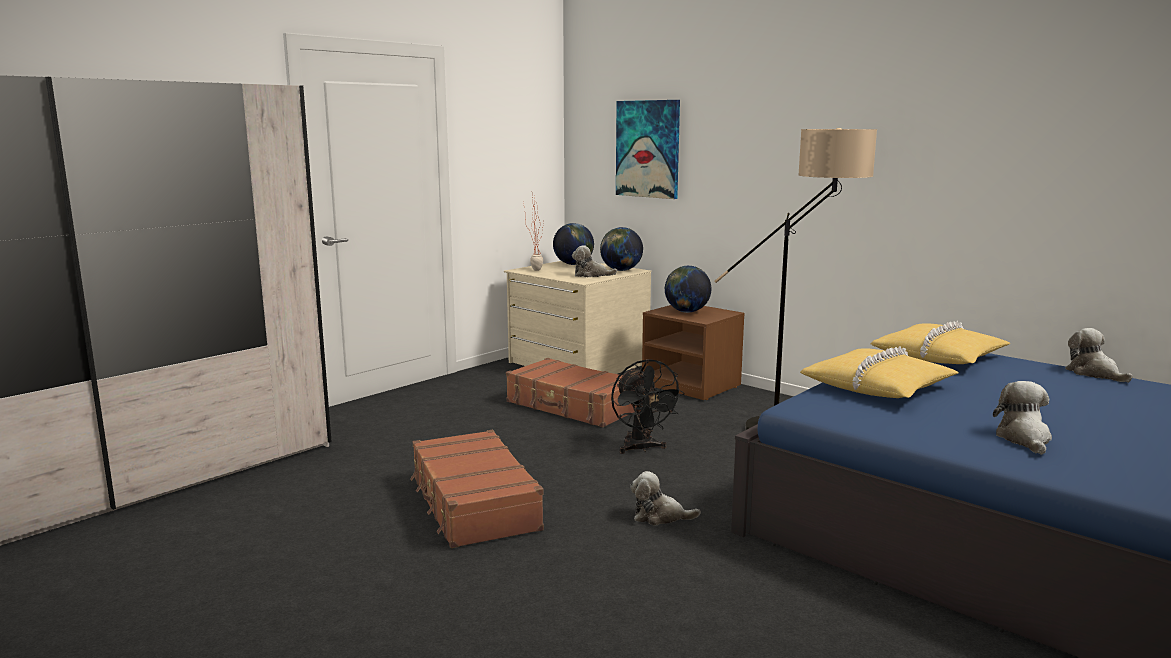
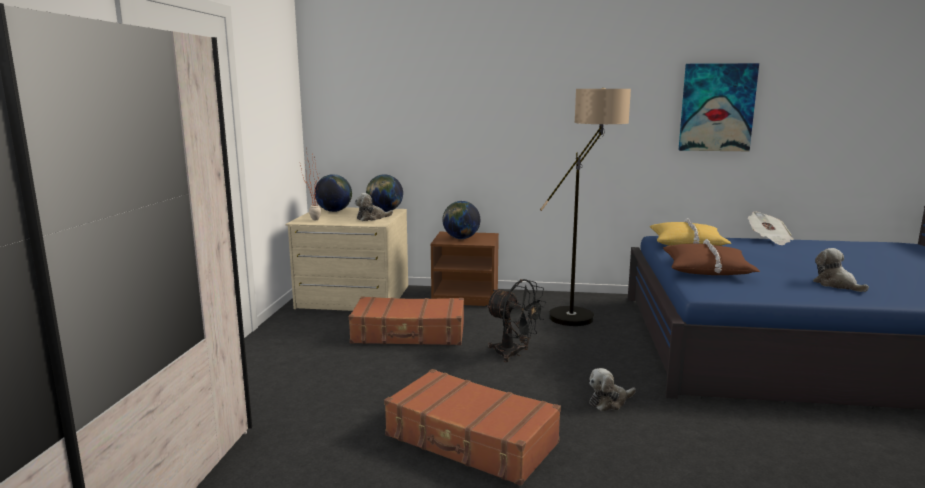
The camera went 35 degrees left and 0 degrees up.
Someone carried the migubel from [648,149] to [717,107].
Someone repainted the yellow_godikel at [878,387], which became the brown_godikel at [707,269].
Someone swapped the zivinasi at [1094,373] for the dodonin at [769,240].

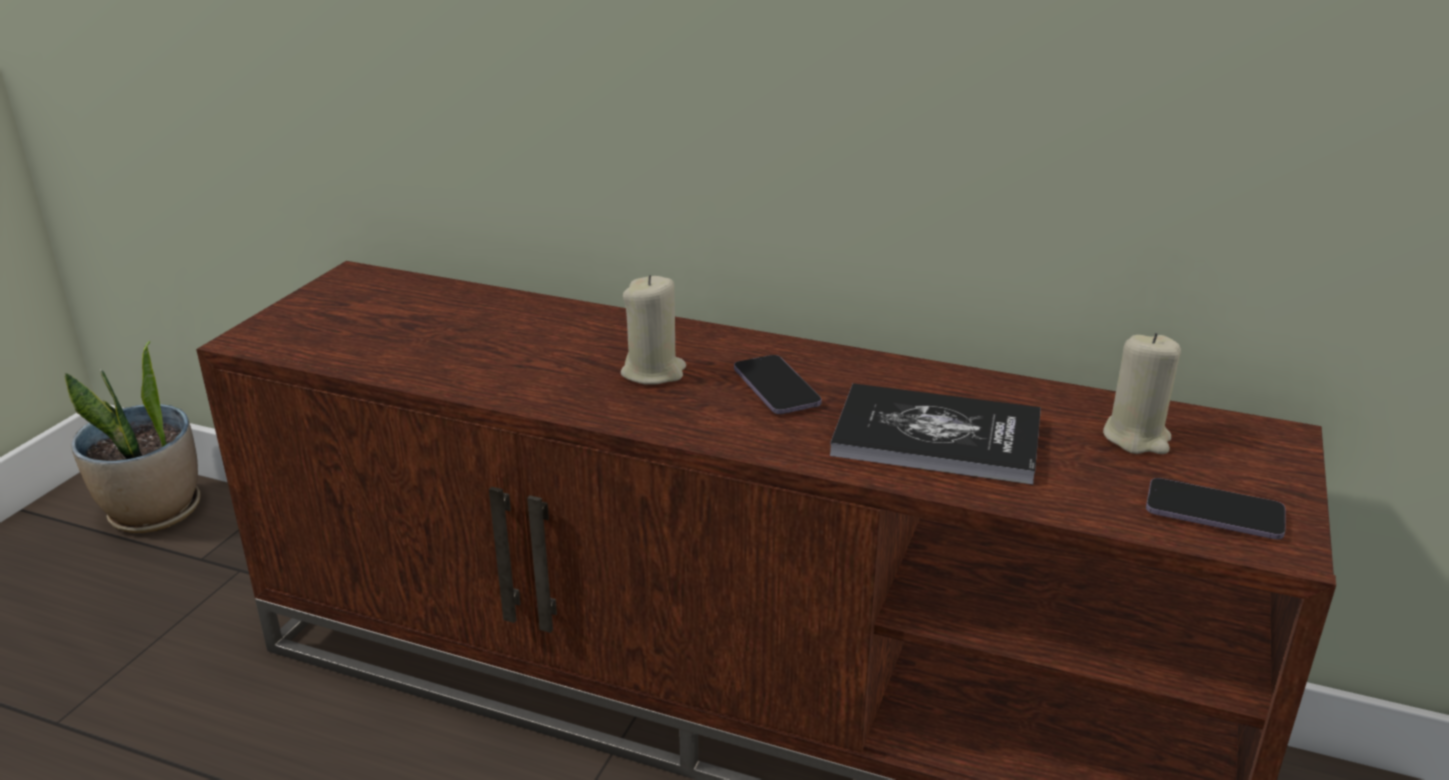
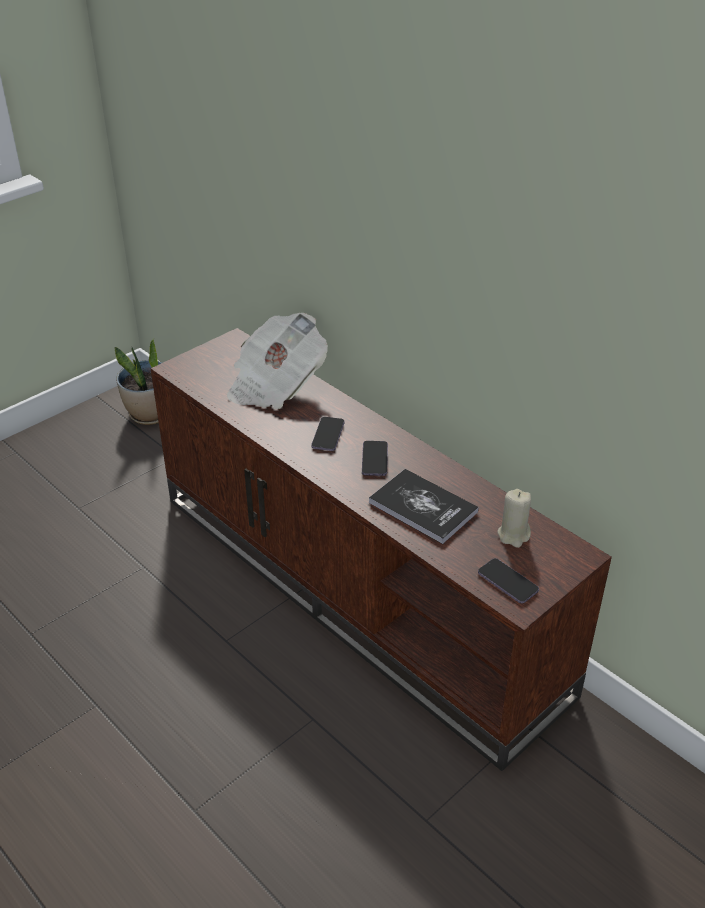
The camera went 25 degrees right and 10 degrees up.
Someone swapped the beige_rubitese at [653,372] for the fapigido at [328,435].
Someone put down the dodonin at [275,385].

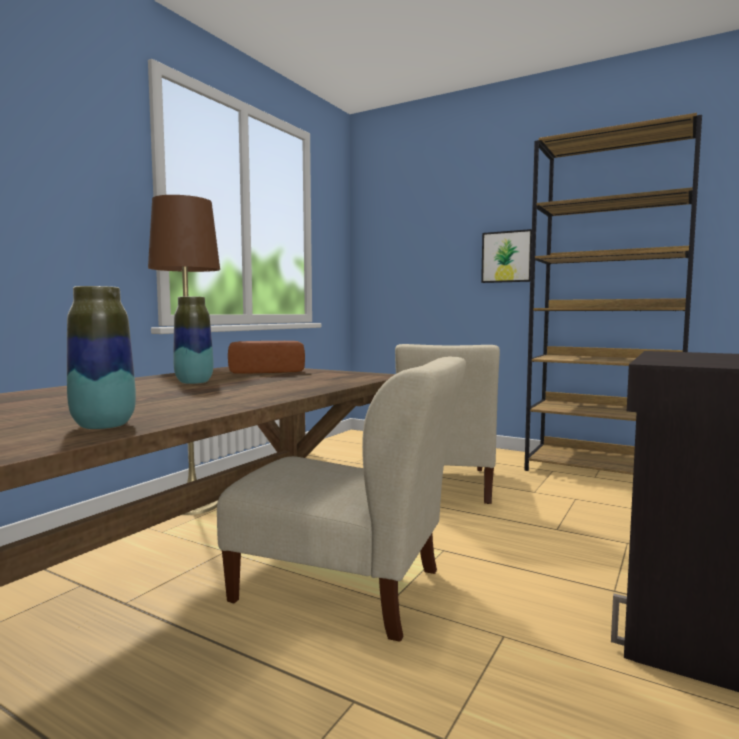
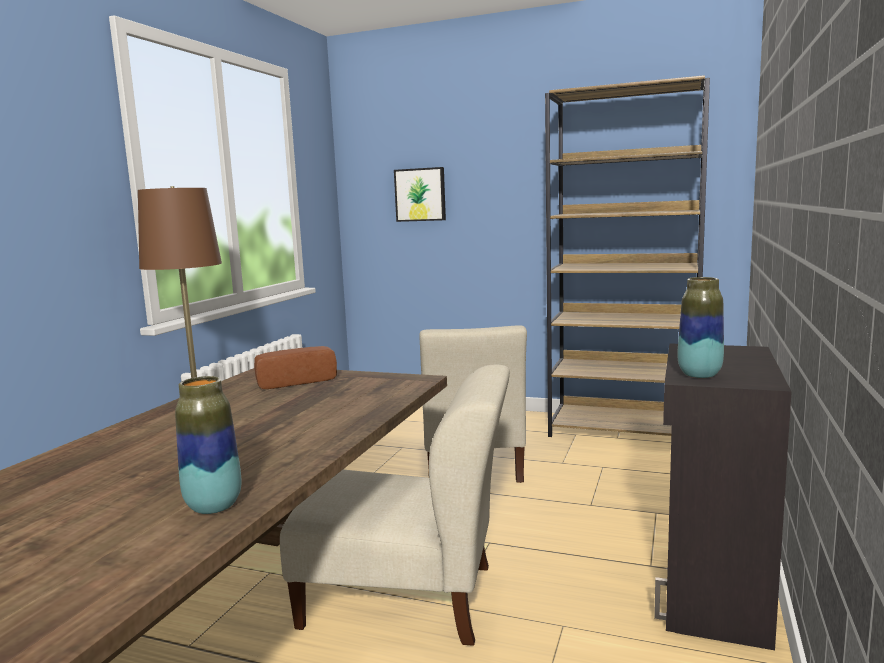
The camera went 10 degrees left and 5 degrees up.
Someone carried the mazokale from [194,382] to [699,375].
Someone carried the migubel from [507,257] to [420,194].

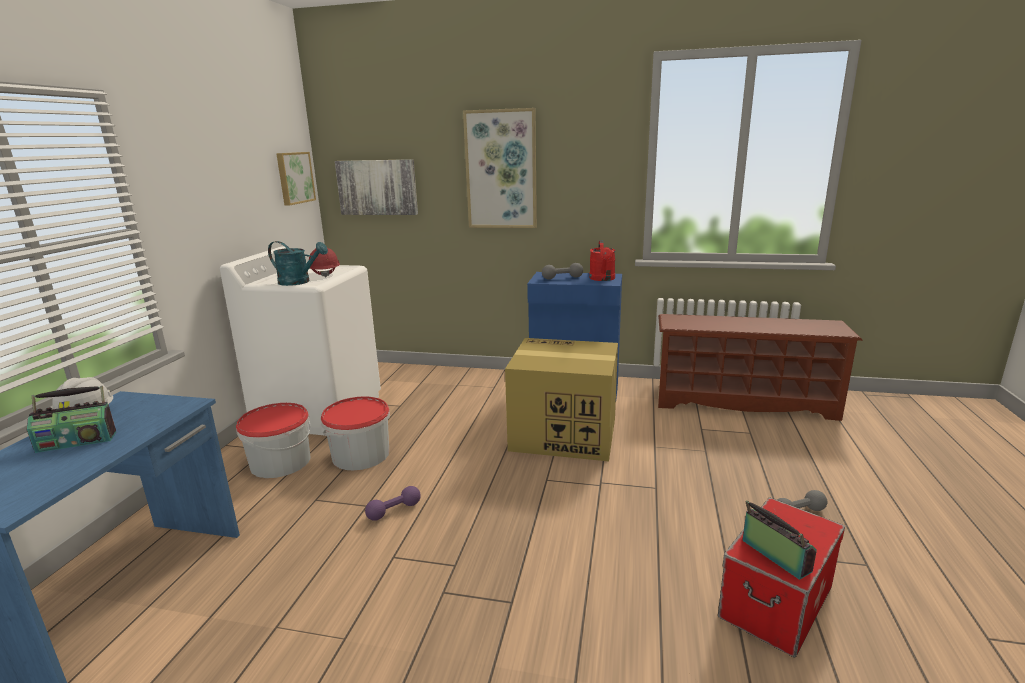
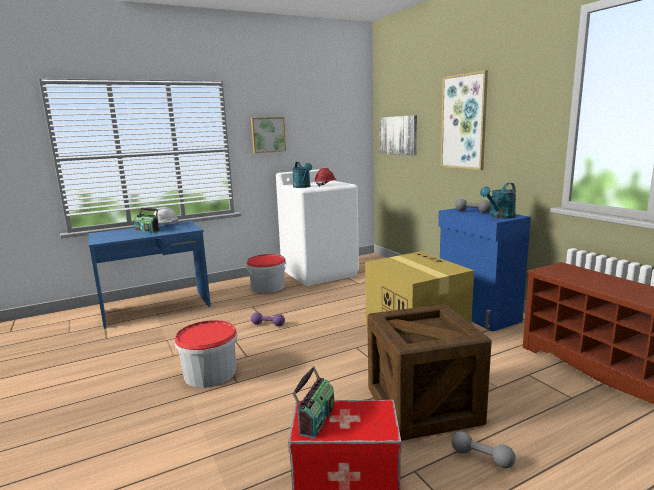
The camera went 50 degrees right and 5 degrees down.
Someone carried the migubel from [294,178] to [268,135].
Someone carried the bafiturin from [361,455] to [210,373].
Someone repainted the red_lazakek at [602,279], which became the turquoise_lazakek at [499,217].
Someone put down the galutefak at [423,406].

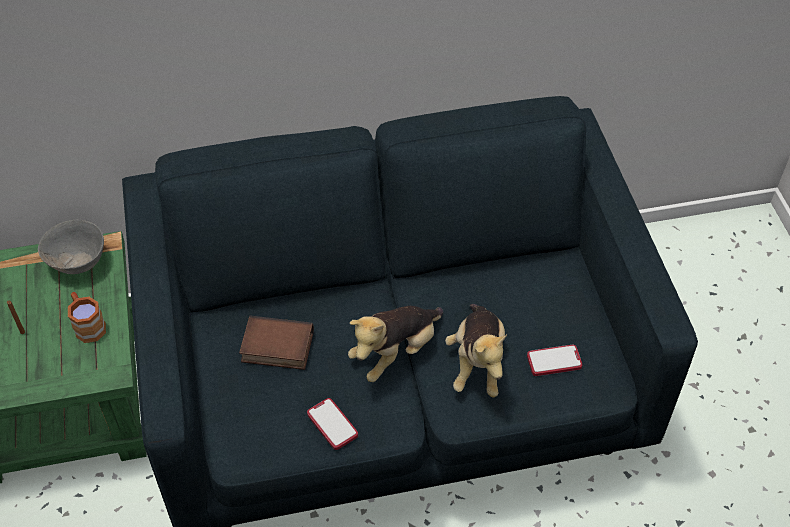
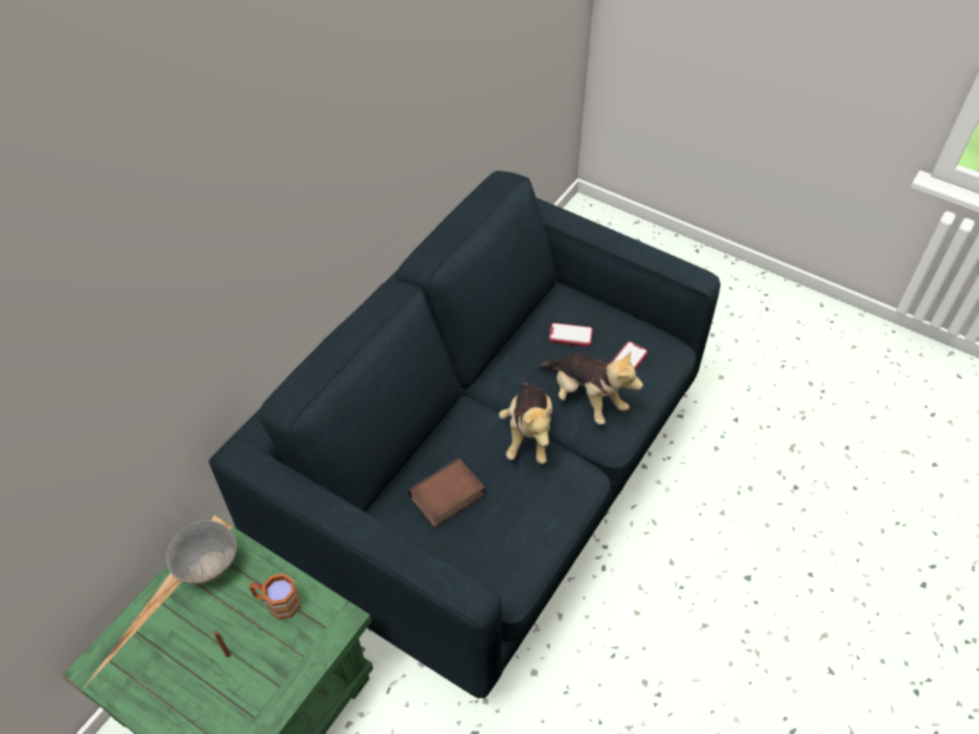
The camera went 45 degrees left and 0 degrees up.
Someone carried the fapigido from [332,424] to [570,335].

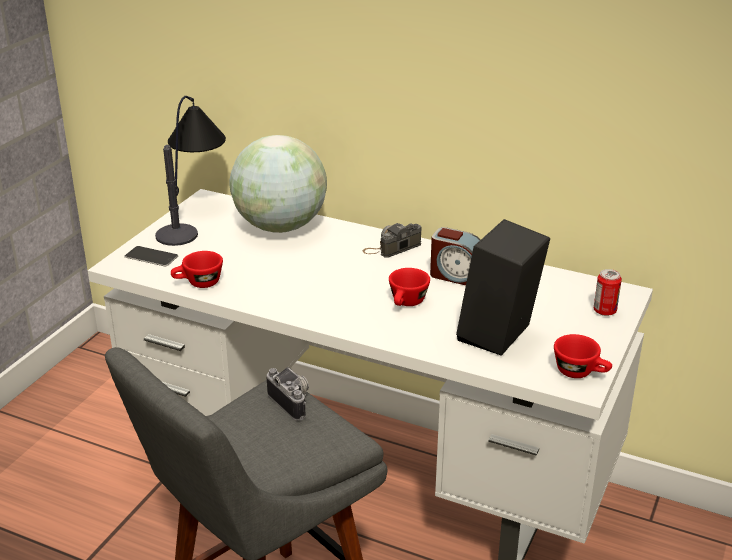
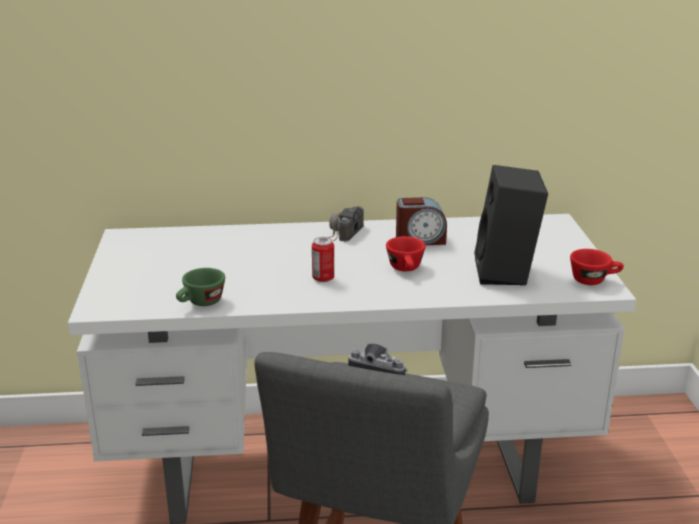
The camera went 30 degrees left and 5 degrees down.
Someone took away the fapigido at [151,256].
Someone took away the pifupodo at [193,216].
Someone repainted the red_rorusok at [198,283], which became the green_rorusok at [201,303].
Someone took away the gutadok at [280,226].
Someone carried the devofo from [604,311] to [323,278].

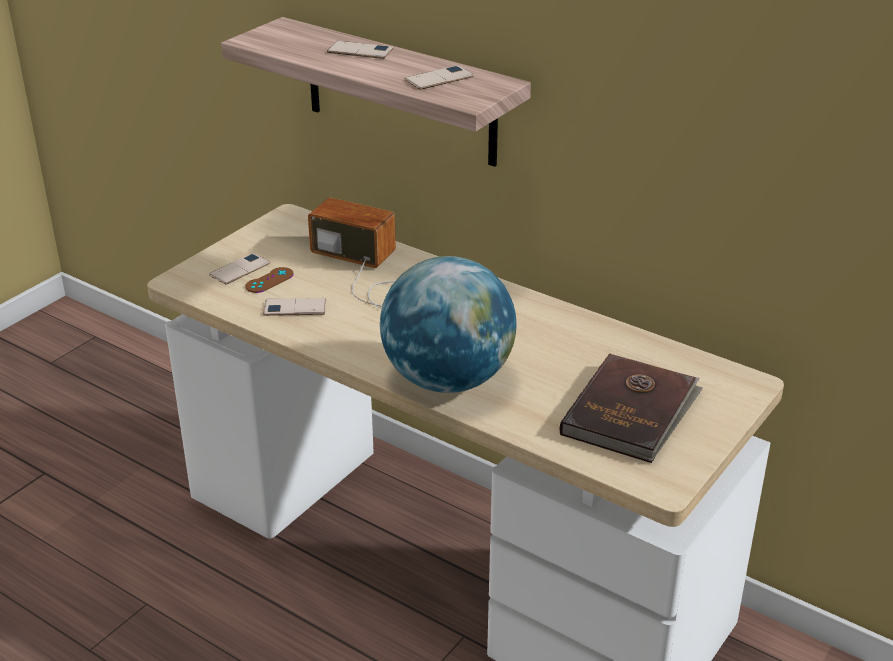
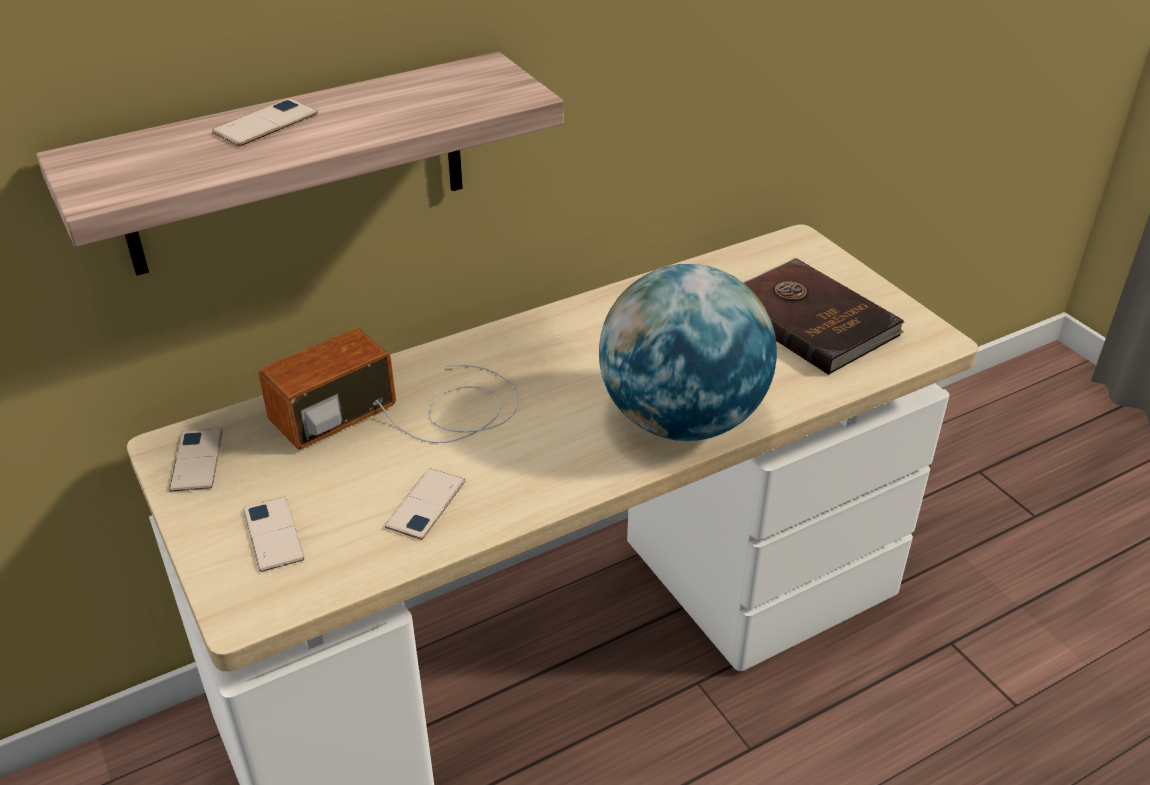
The camera went 65 degrees left and 5 degrees up.
Someone took away the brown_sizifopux at [269,280].
Someone carried the fapigido from [439,78] to [197,460].

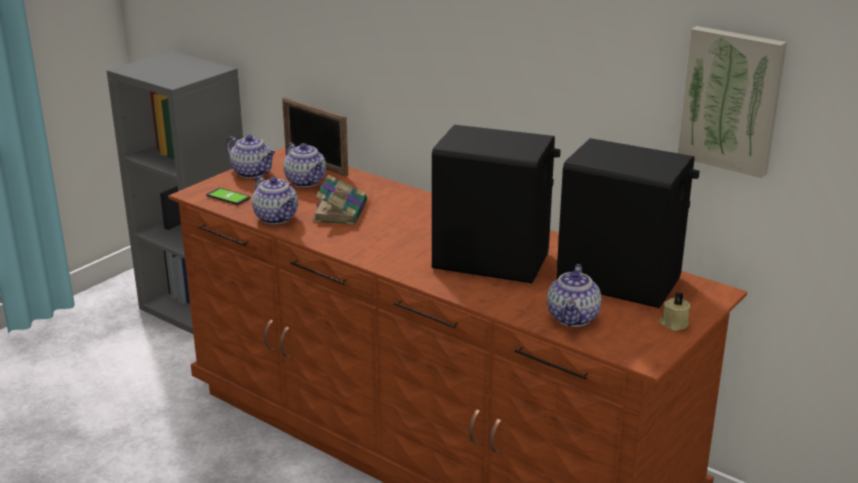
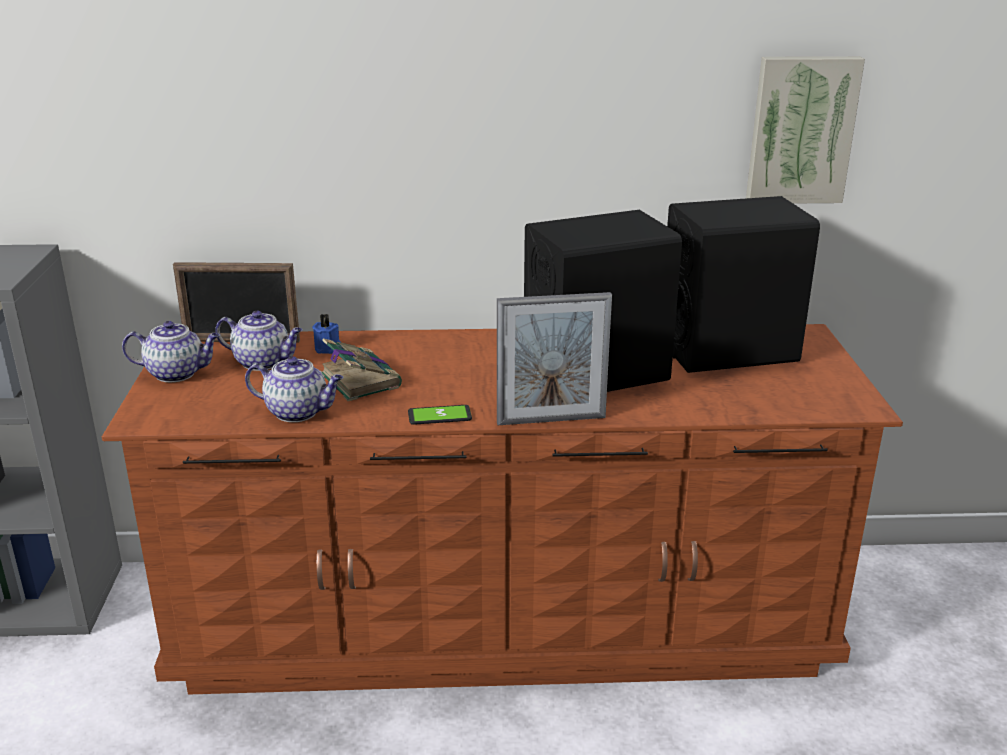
The camera went 40 degrees left and 0 degrees up.
Someone carried the fapigido from [228,197] to [439,416].
Someone took away the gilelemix at [574,318].
Someone took away the beige_rubitese at [673,324].
Someone put down the blue_rubitese at [328,348].
Someone put down the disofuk at [551,420].

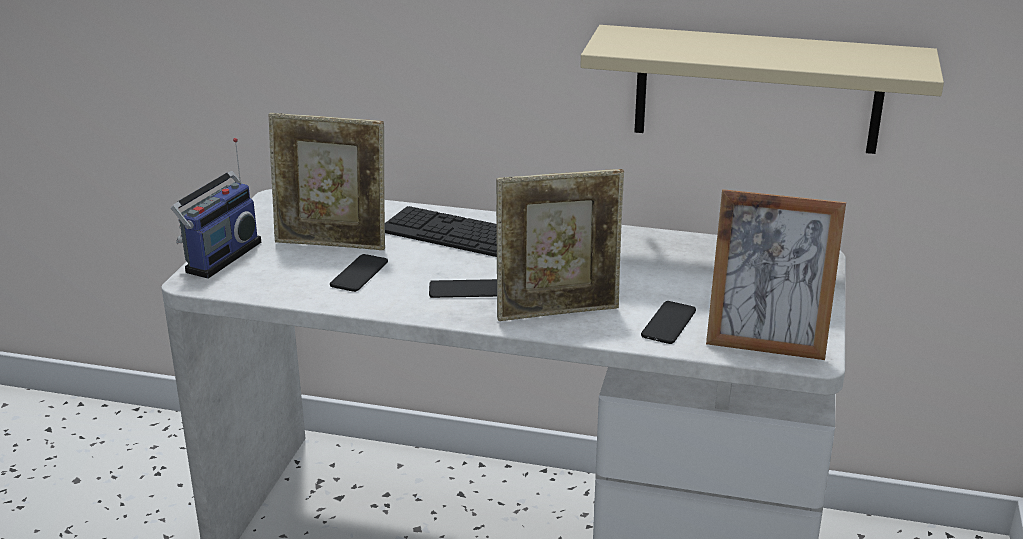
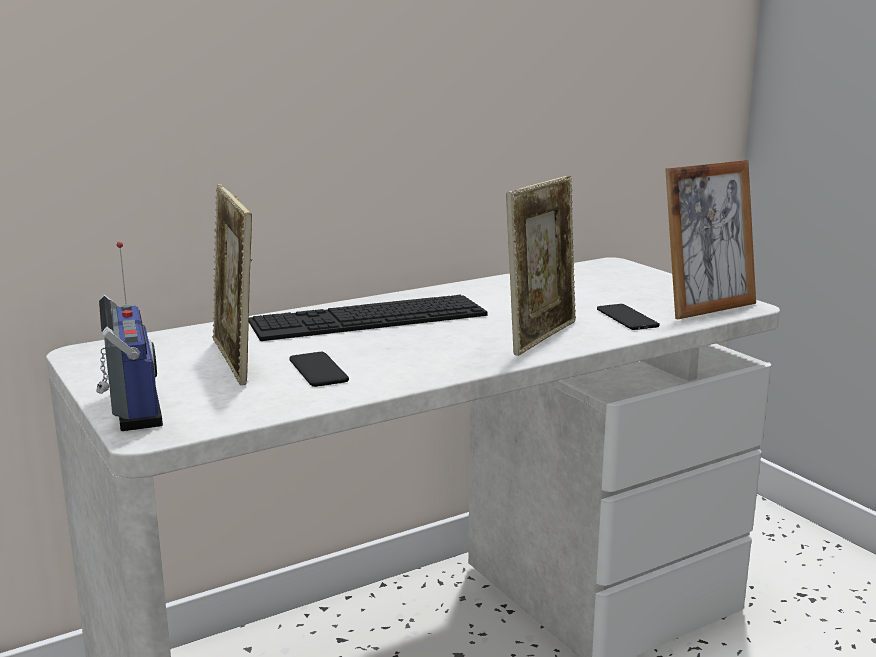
The camera went 45 degrees left and 10 degrees down.
Someone rotated the disofuk at [332,243] by 105 degrees clockwise.
Someone took away the fapigido at [465,290].
Someone took away the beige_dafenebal at [757,89].

